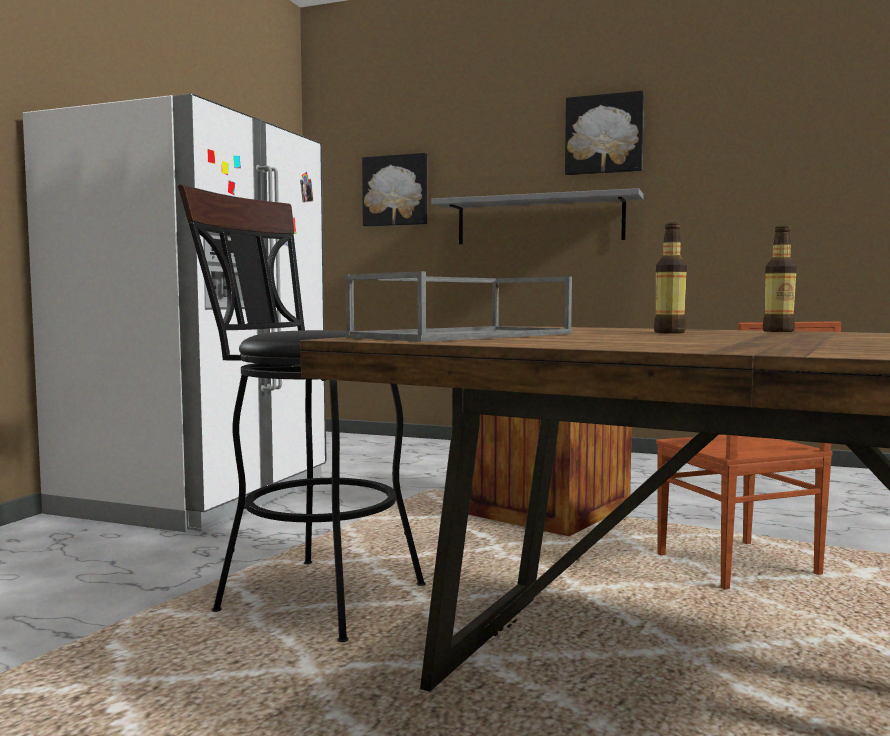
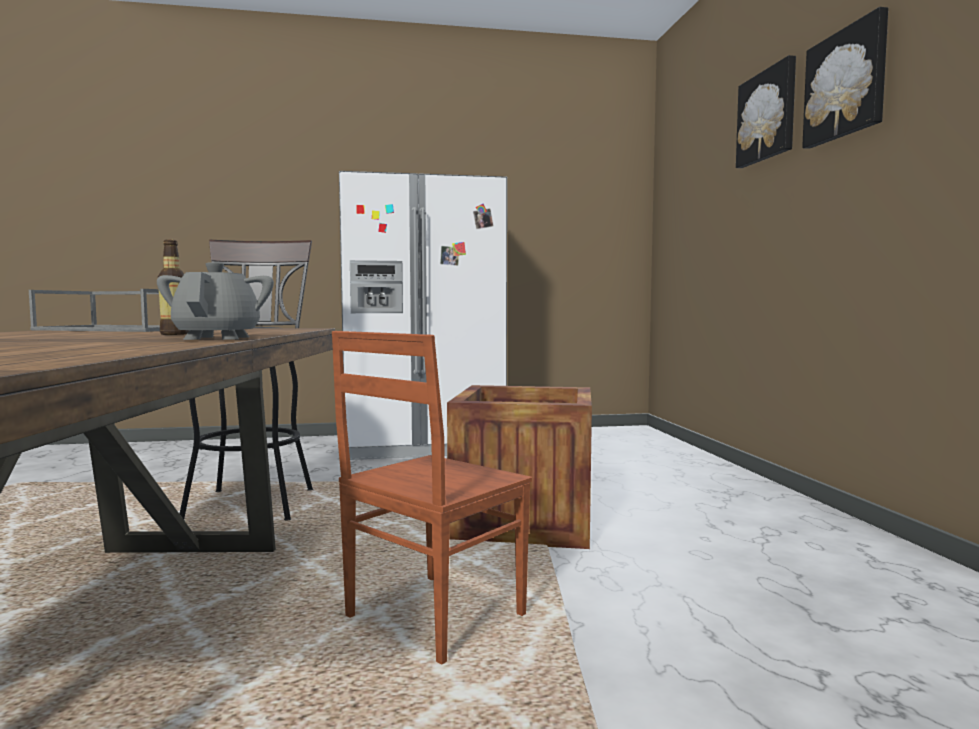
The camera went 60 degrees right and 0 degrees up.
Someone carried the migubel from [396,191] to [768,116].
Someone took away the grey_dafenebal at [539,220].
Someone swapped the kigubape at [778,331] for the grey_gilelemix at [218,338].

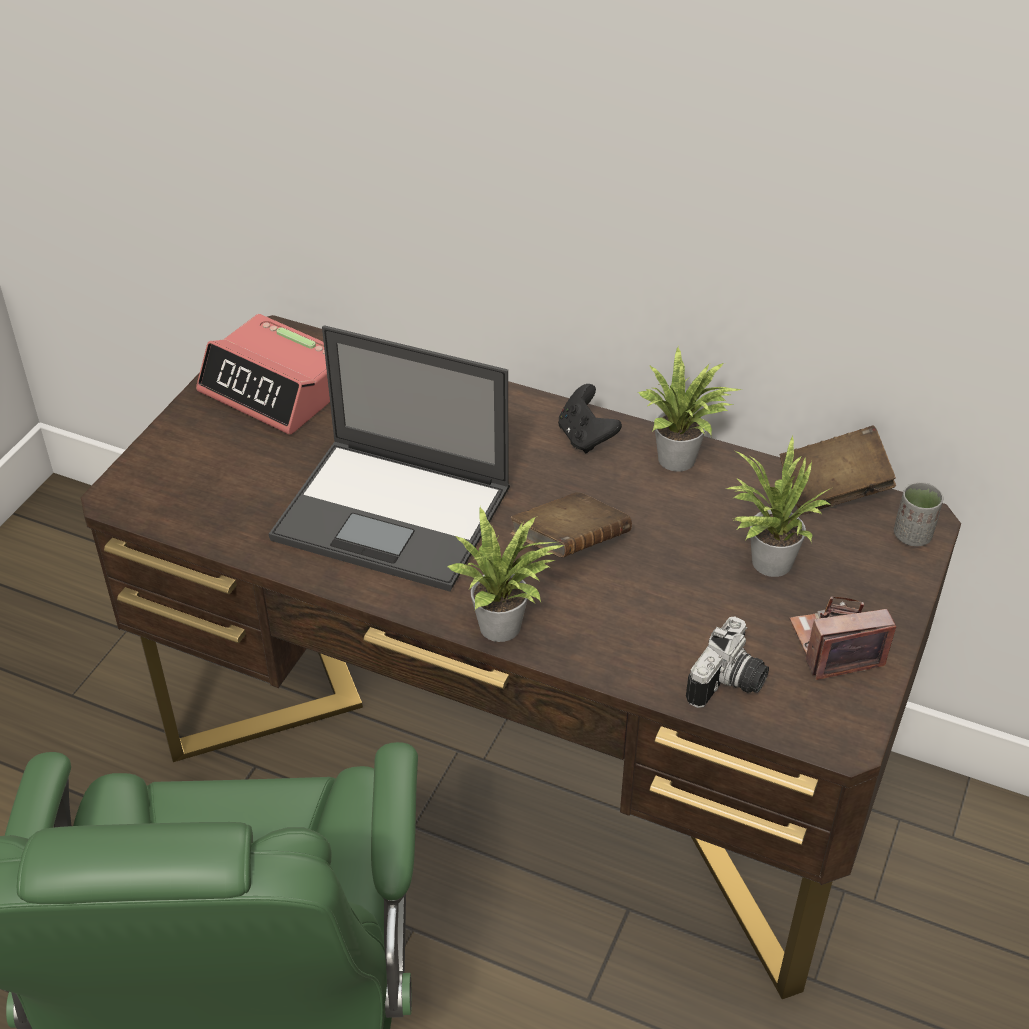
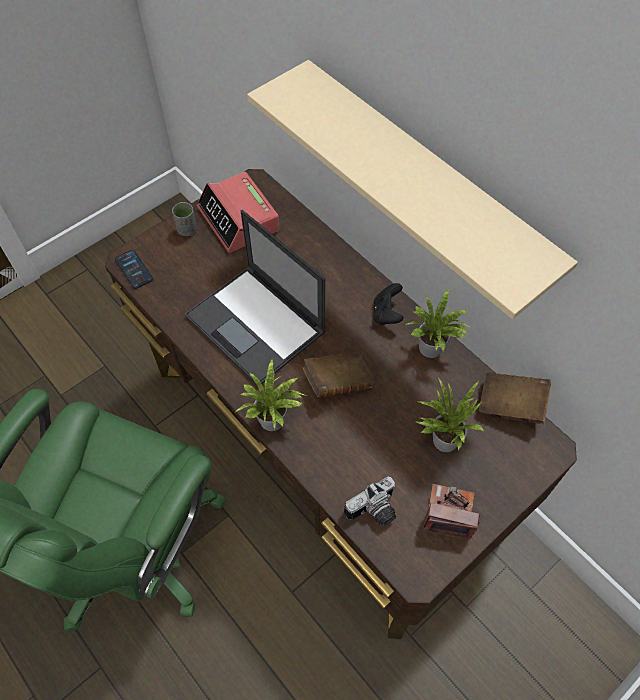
The camera went 25 degrees right and 15 degrees up.
Someone carried the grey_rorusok from [912,536] to [187,230].
Someone put down the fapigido at [134,269].
Someone put up the beige_dafenebal at [424,183].

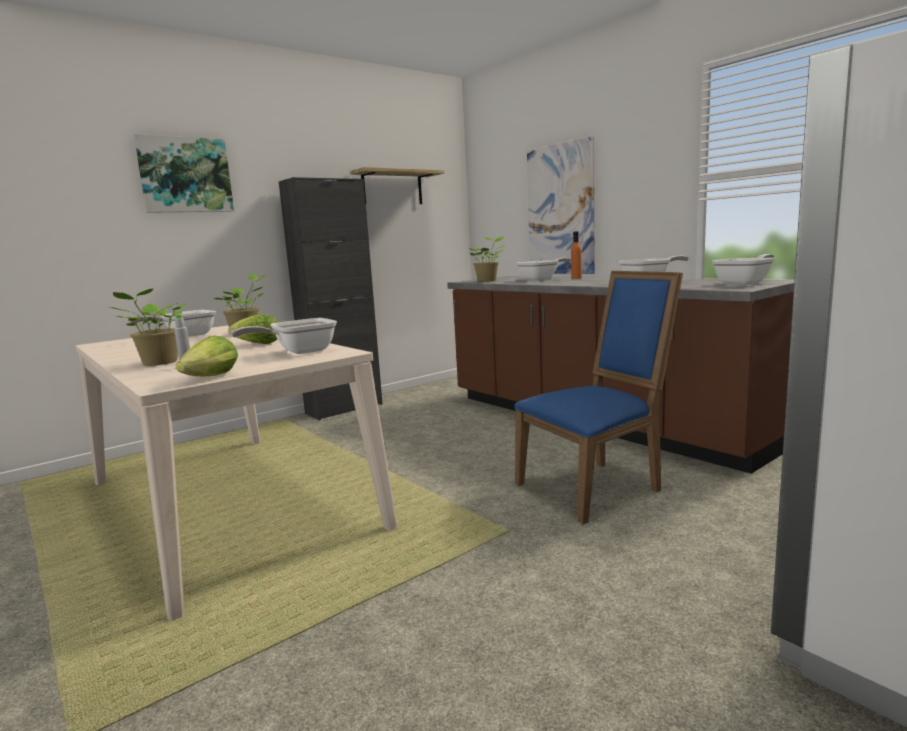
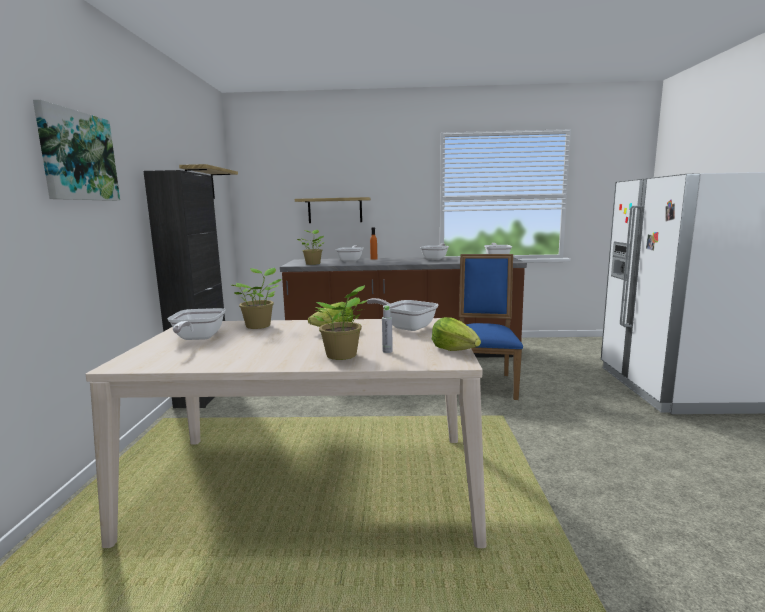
The camera went 50 degrees left and 0 degrees up.
Someone rotated the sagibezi at [298,352] by 120 degrees clockwise.
Someone swapped the migubel at [560,209] for the dafenebal at [335,210].

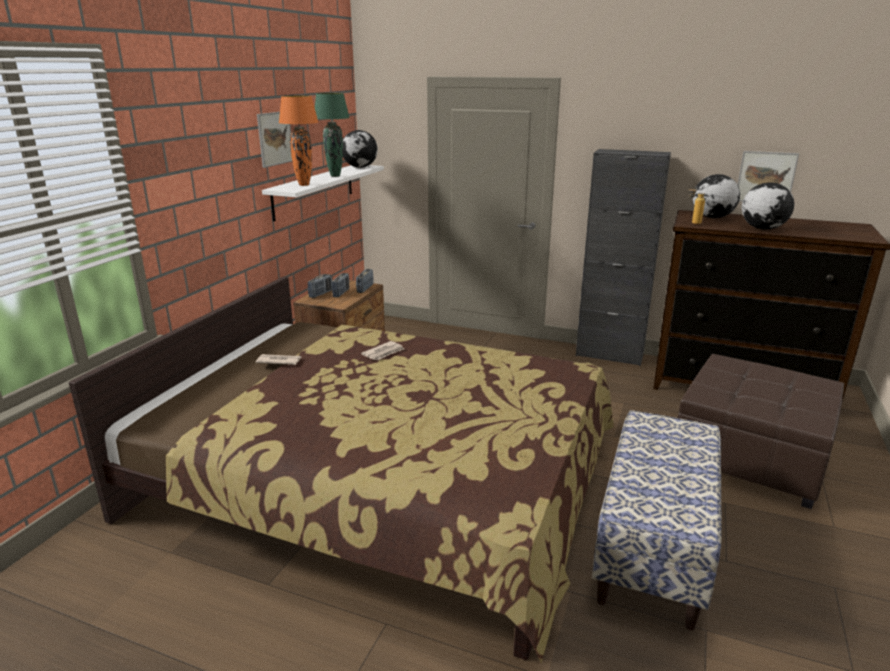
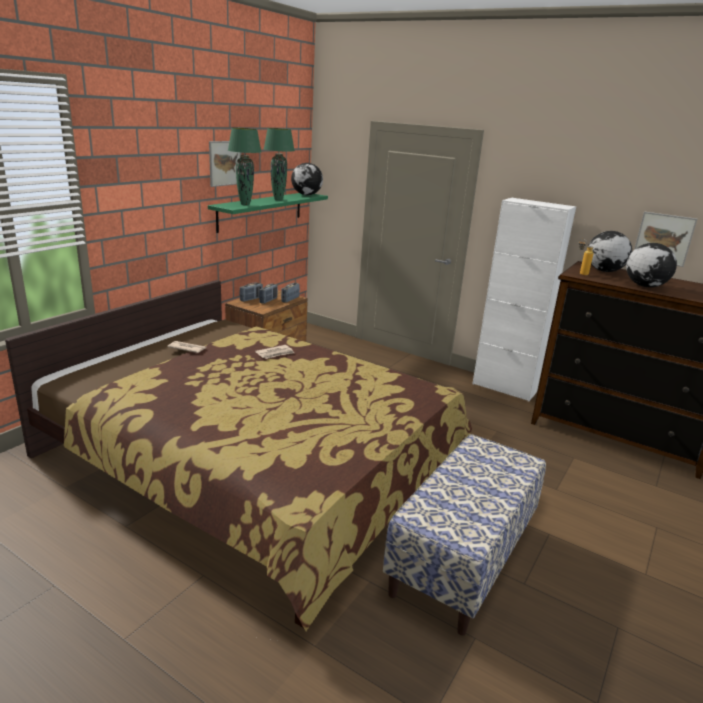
The camera went 10 degrees right and 0 degrees up.
Someone repainted the white_dafenebal at [314,191], which became the green_dafenebal at [261,211].
Someone repainted the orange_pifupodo at [303,185], which became the green_pifupodo at [245,204].
Someone repainted the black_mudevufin at [609,355], which became the white_mudevufin at [504,388].
Someone took away the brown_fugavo at [751,456].

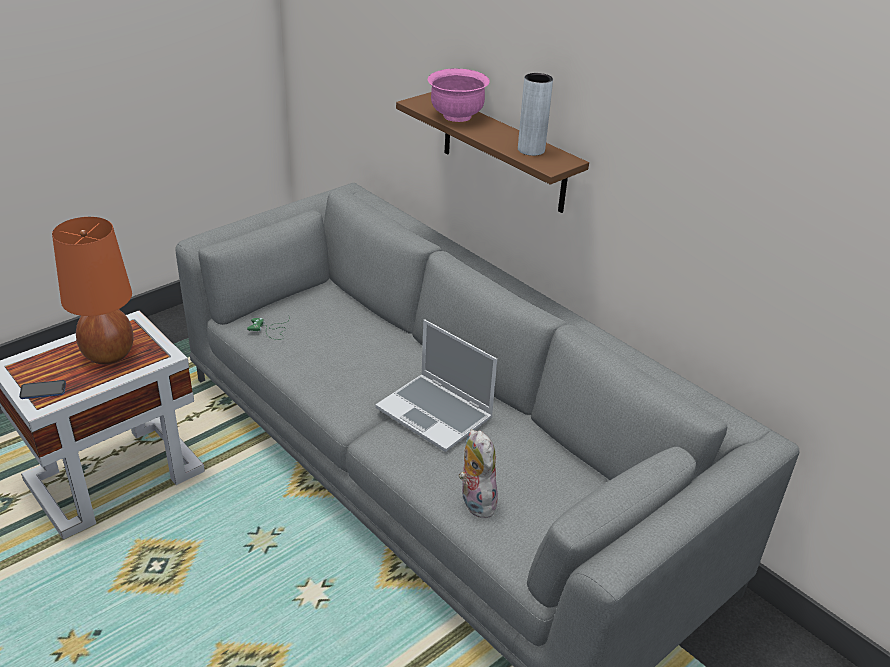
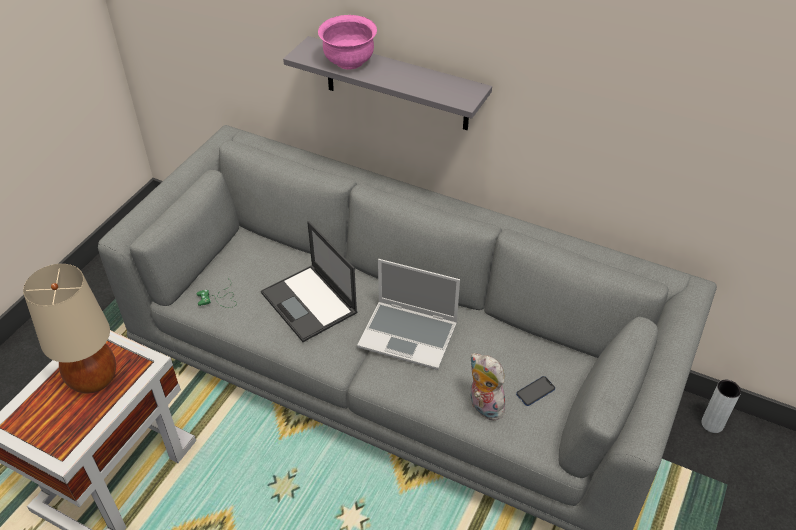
The camera went 20 degrees left and 10 degrees up.
Someone carried the fapigido from [43,390] to [535,391].
Someone repainted the orange_pifupodo at [108,355], which became the beige_pifupodo at [93,379].
Someone repainted the brown_dafenebal at [503,153], which became the grey_dafenebal at [396,84].
Someone carried the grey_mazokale from [531,150] to [712,424].
Someone put down the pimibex at [310,303].

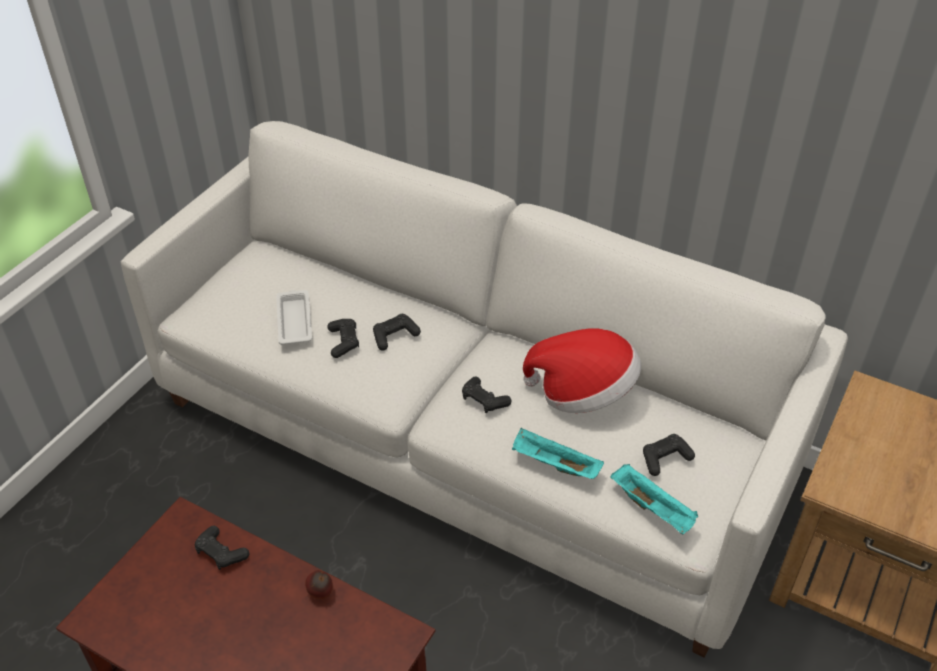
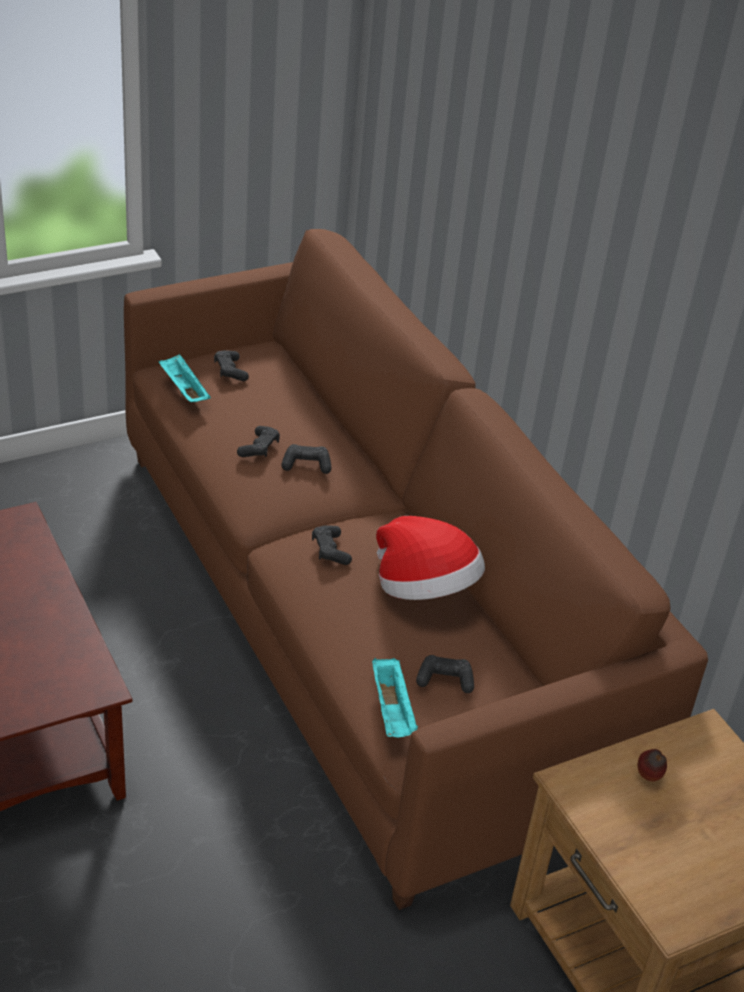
The camera went 30 degrees right and 5 degrees down.
Someone repainted the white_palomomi at [470,439], which became the brown_palomomi at [361,620].
Someone carried the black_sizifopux from [221,553] to [230,371].
Someone took away the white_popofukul at [294,320].
Someone carried the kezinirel from [321,594] to [648,777].
Someone carried the turquoise_popofukul from [554,465] to [183,390].

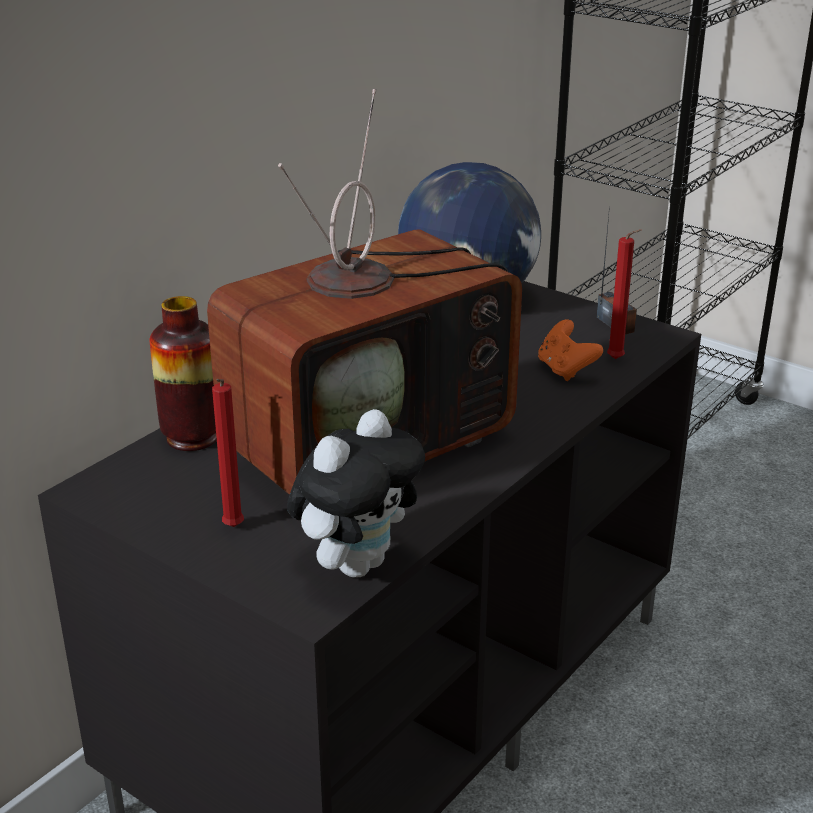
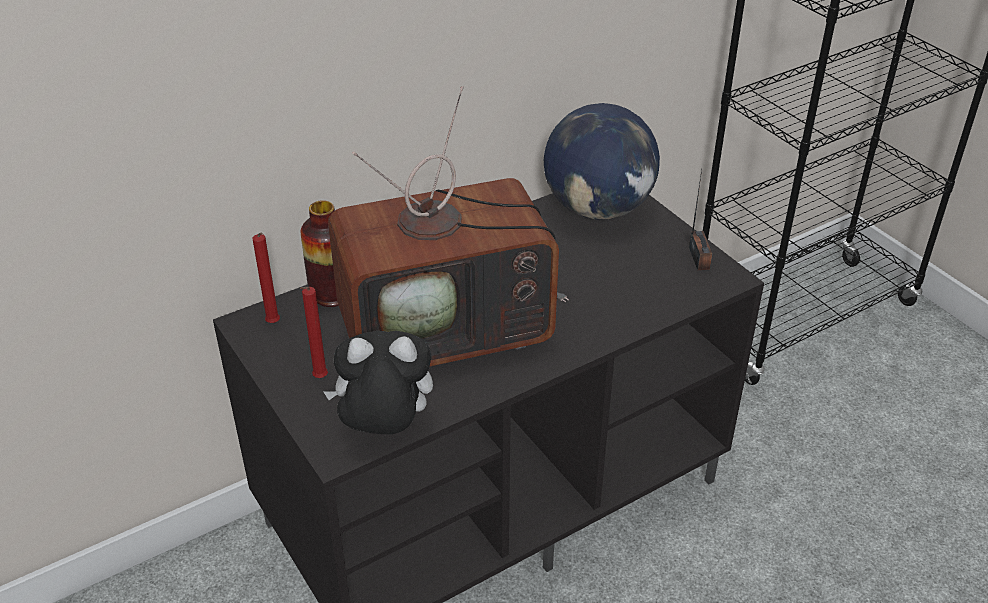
The camera went 20 degrees right and 10 degrees up.
Someone rotated the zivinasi at [357,563] by 150 degrees counterclockwise.
Someone took away the orange_sizifopux at [565,370].
Someone carried the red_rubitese from [617,360] to [273,324].

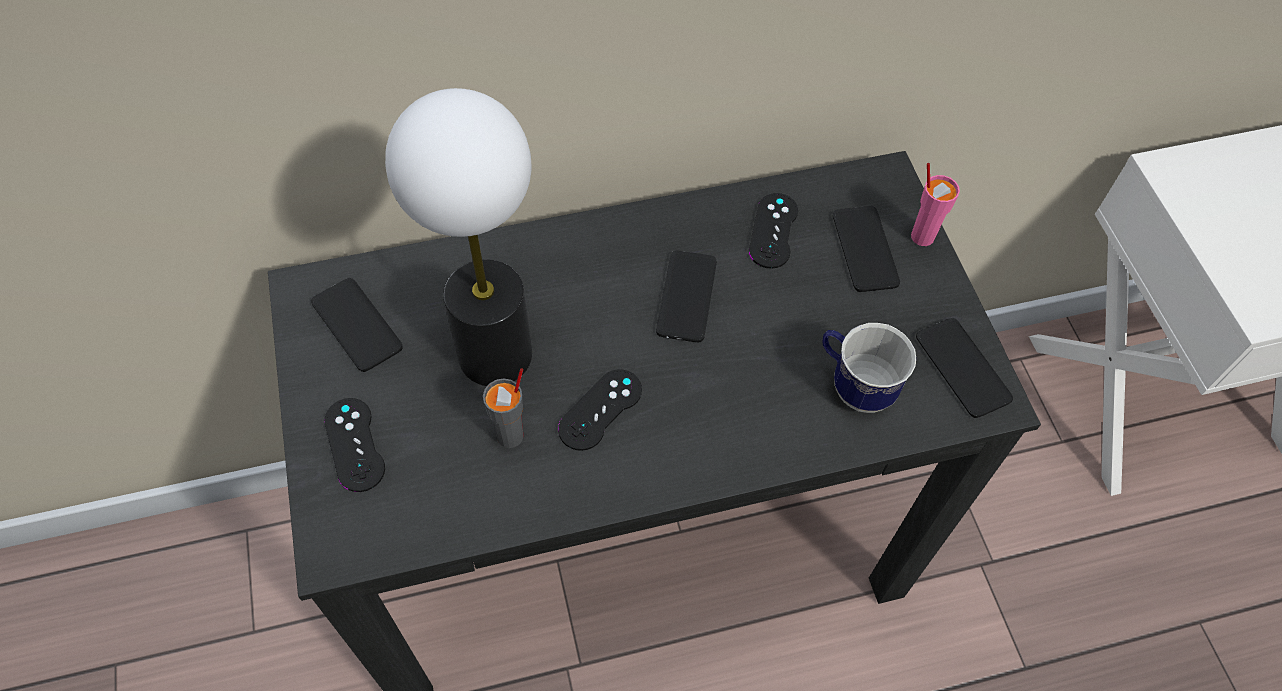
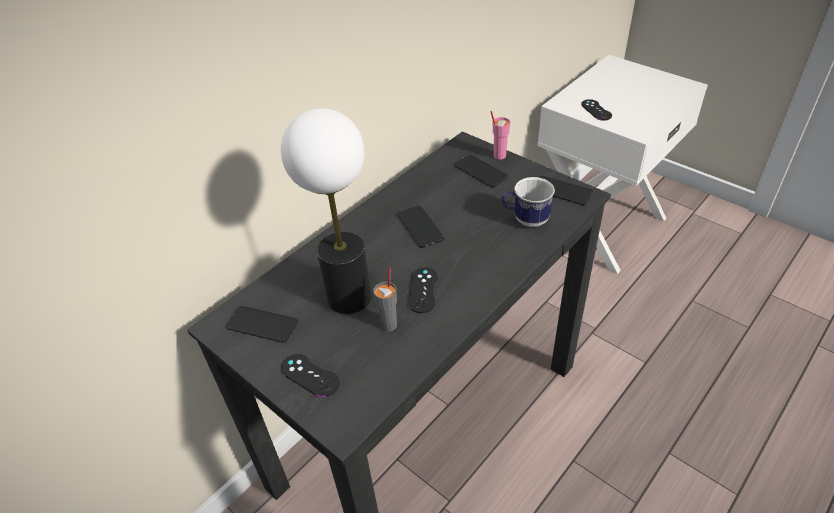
The camera went 30 degrees left and 15 degrees down.
Someone carried the black_sizifopux from [773,231] to [596,110].

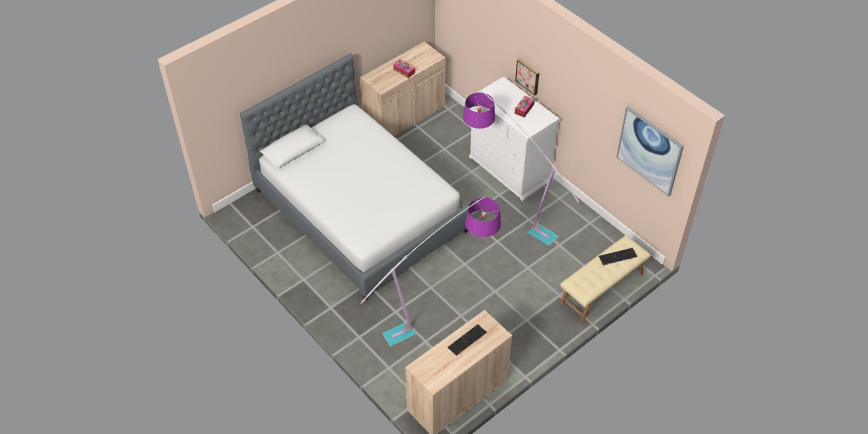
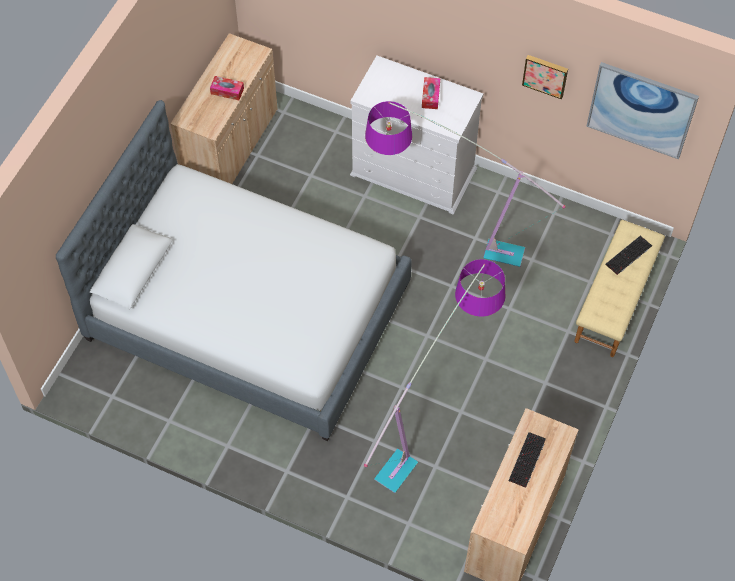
The camera went 25 degrees left and 10 degrees up.
Someone carried the migubel from [528,76] to [545,75].

